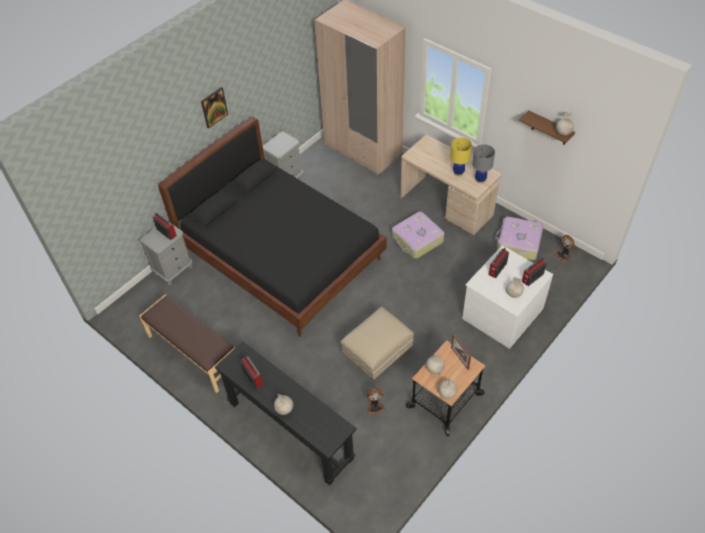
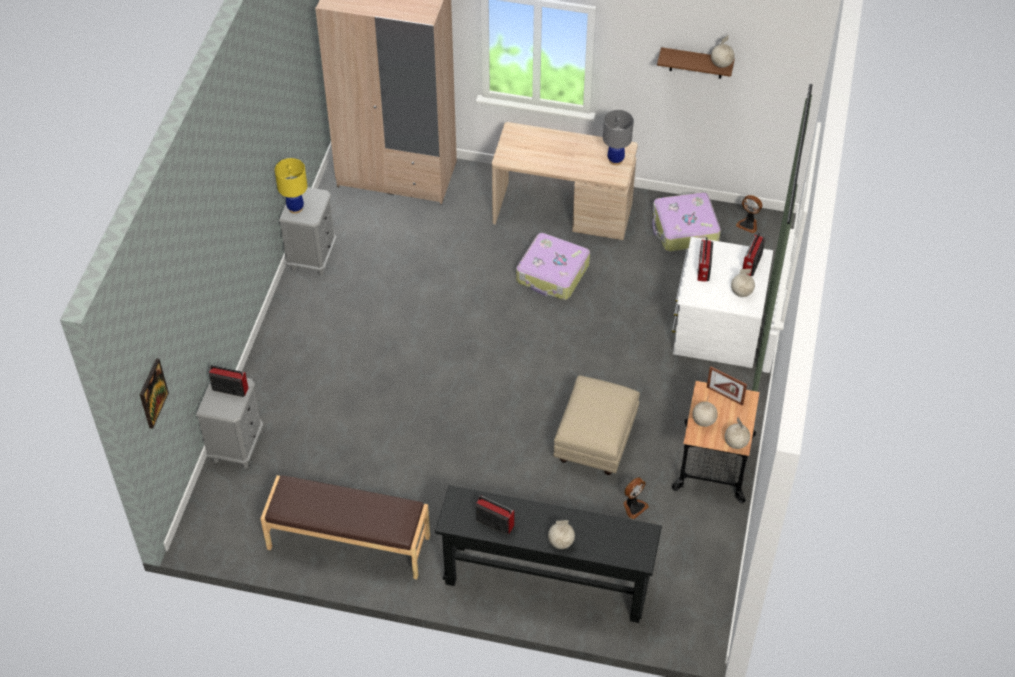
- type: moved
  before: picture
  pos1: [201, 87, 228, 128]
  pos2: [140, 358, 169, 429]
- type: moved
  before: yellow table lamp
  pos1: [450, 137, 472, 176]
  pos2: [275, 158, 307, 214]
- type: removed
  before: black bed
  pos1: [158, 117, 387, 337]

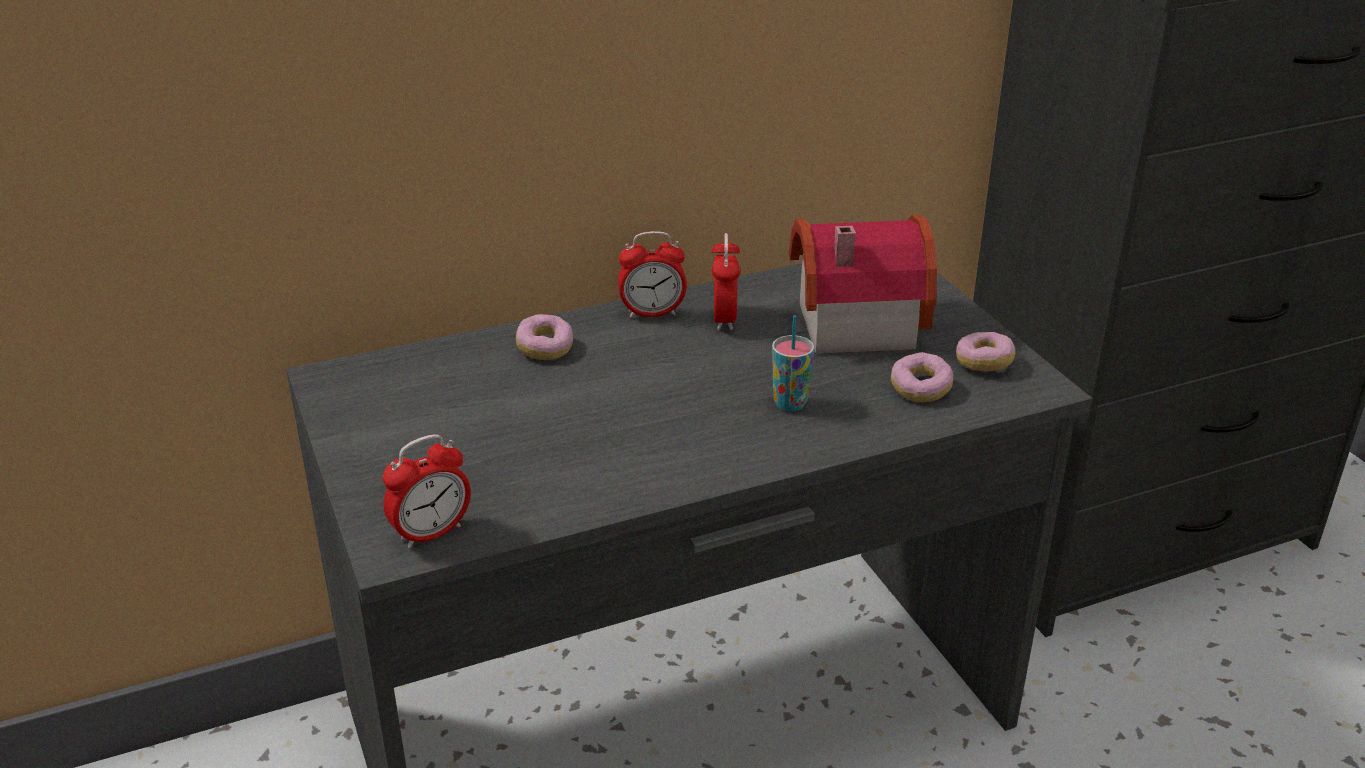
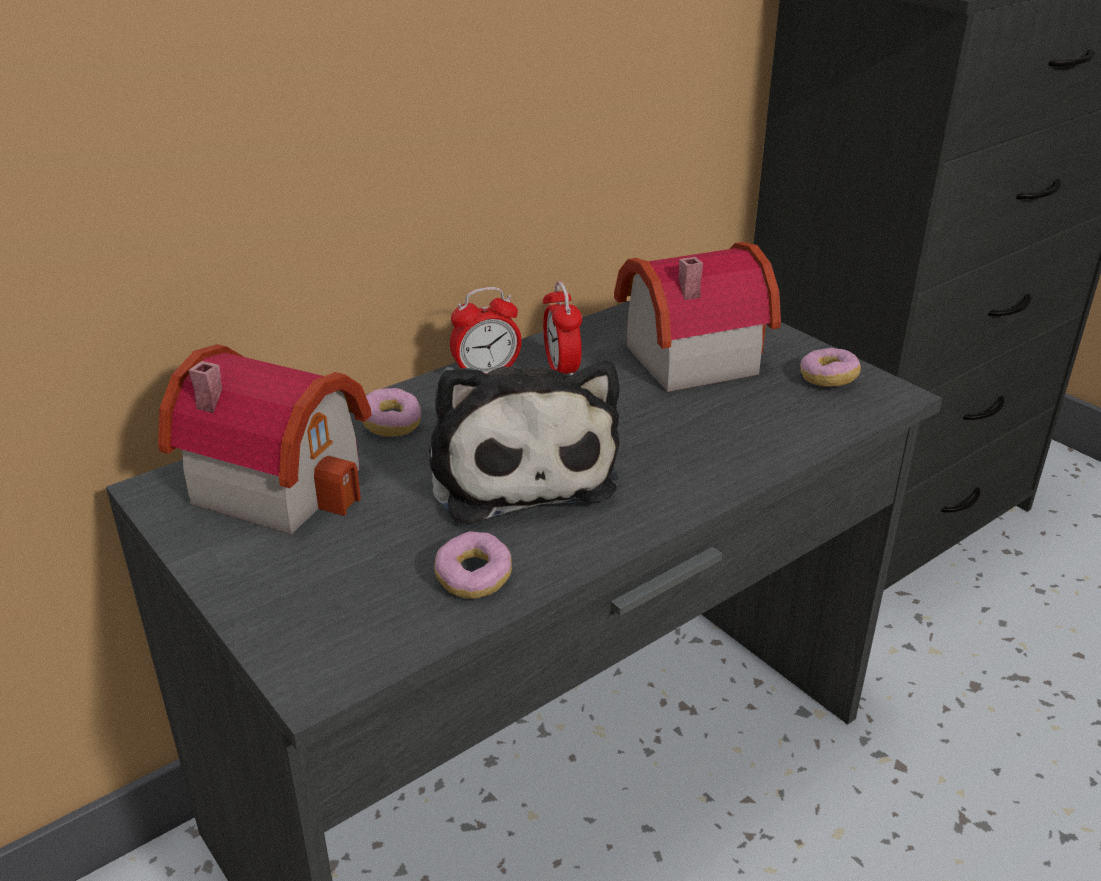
- type: added
  after: toy house
  pos2: [158, 344, 371, 534]
- type: added
  after: plush toy
  pos2: [429, 360, 619, 524]
- type: moved
  before: donut
  pos1: [891, 352, 953, 402]
  pos2: [434, 531, 512, 599]
- type: removed
  before: alarm clock
  pos1: [383, 434, 471, 549]
- type: removed
  before: cup
  pos1: [772, 315, 814, 411]

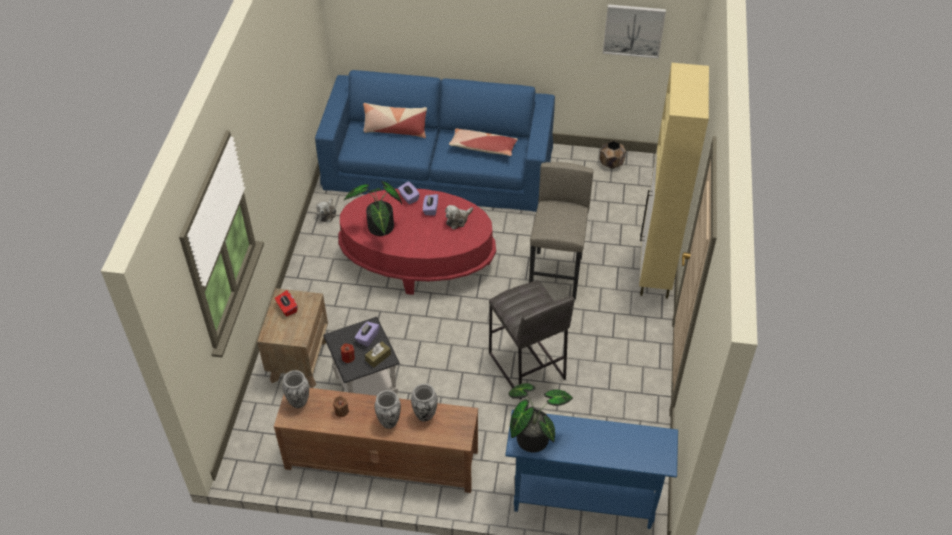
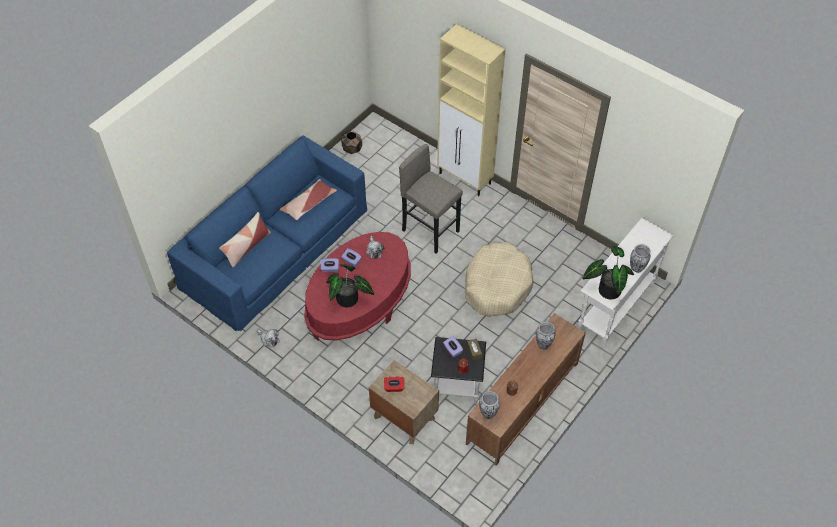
- type: replaced
  before: grey stool
  after: beige dog bed
  pos1: [489, 280, 575, 400]
  pos2: [465, 242, 533, 317]
- type: recoloured
  before: blue console table
  after: white console table
  pos1: [505, 410, 678, 529]
  pos2: [578, 218, 674, 347]
- type: moved
  before: vase
  pos1: [374, 390, 401, 429]
  pos2: [630, 245, 650, 273]
- type: removed
  before: picture
  pos1: [603, 4, 666, 58]

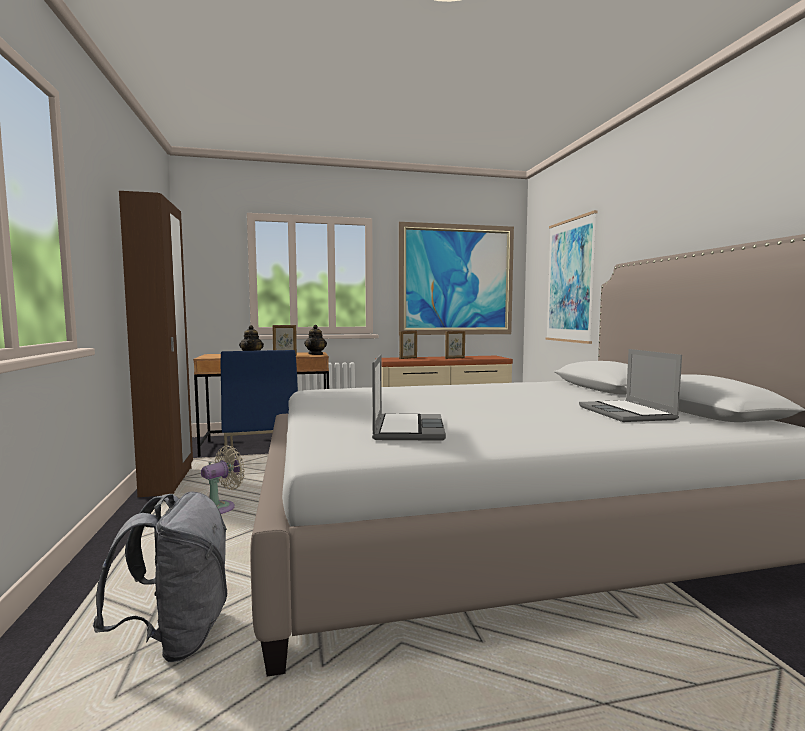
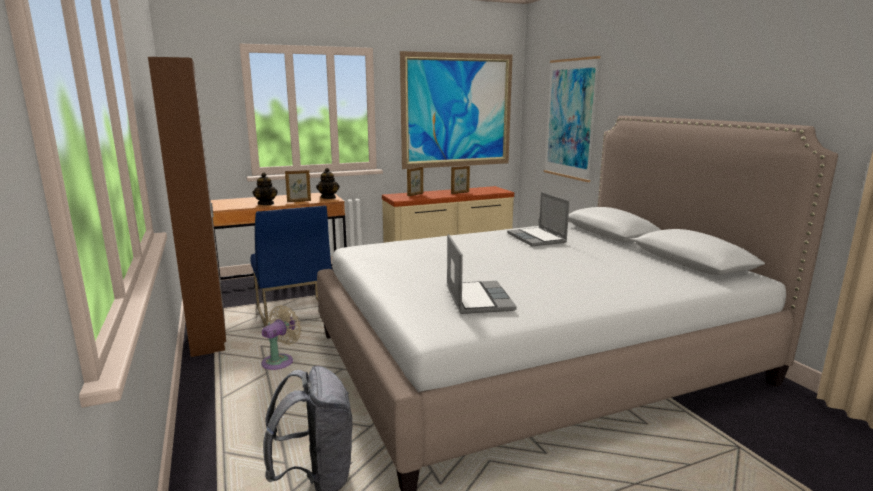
- type: moved
  before: laptop
  pos1: [579, 349, 682, 422]
  pos2: [507, 192, 570, 246]

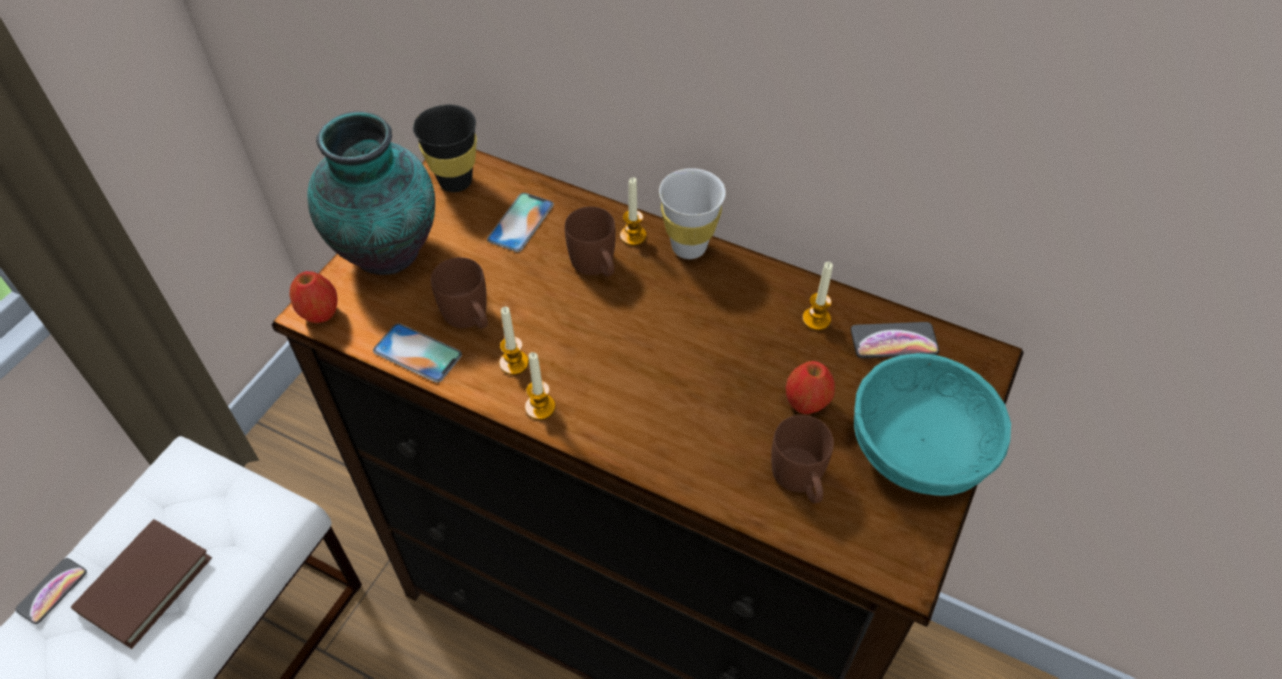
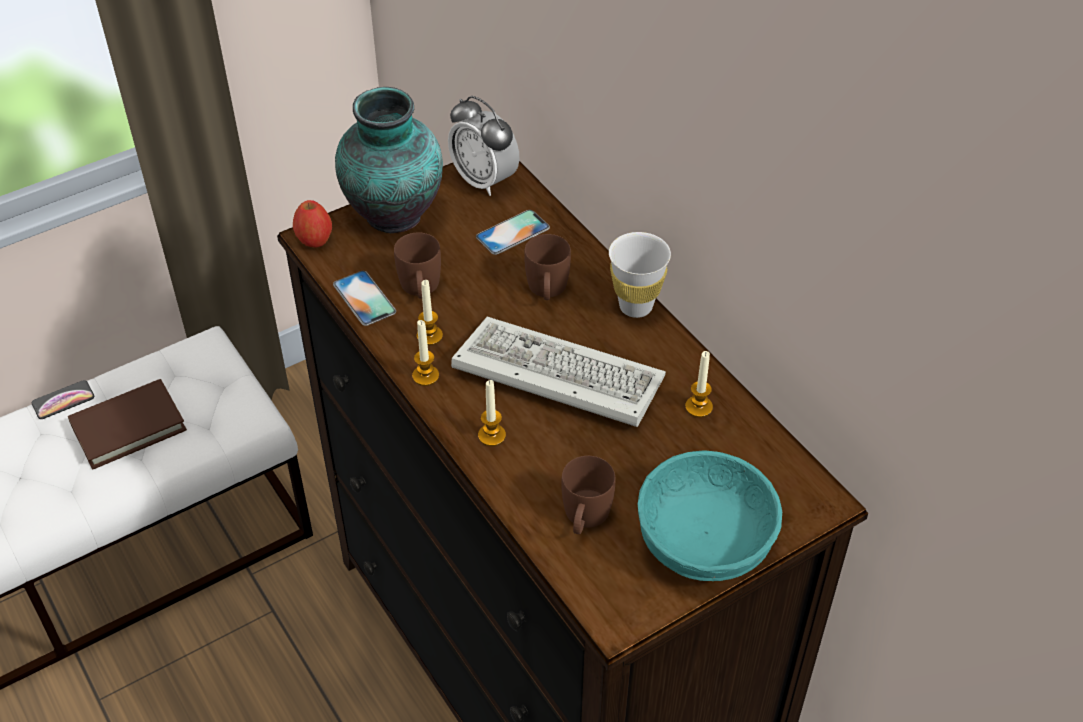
- type: replaced
  before: black cup
  after: alarm clock
  pos1: [413, 105, 477, 192]
  pos2: [448, 96, 520, 196]
- type: added
  after: keyboard
  pos2: [451, 317, 666, 427]
- type: moved
  before: candle
  pos1: [620, 177, 647, 246]
  pos2: [478, 380, 506, 446]
- type: removed
  before: apple
  pos1: [786, 361, 835, 414]
- type: removed
  before: phone
  pos1: [851, 322, 939, 358]

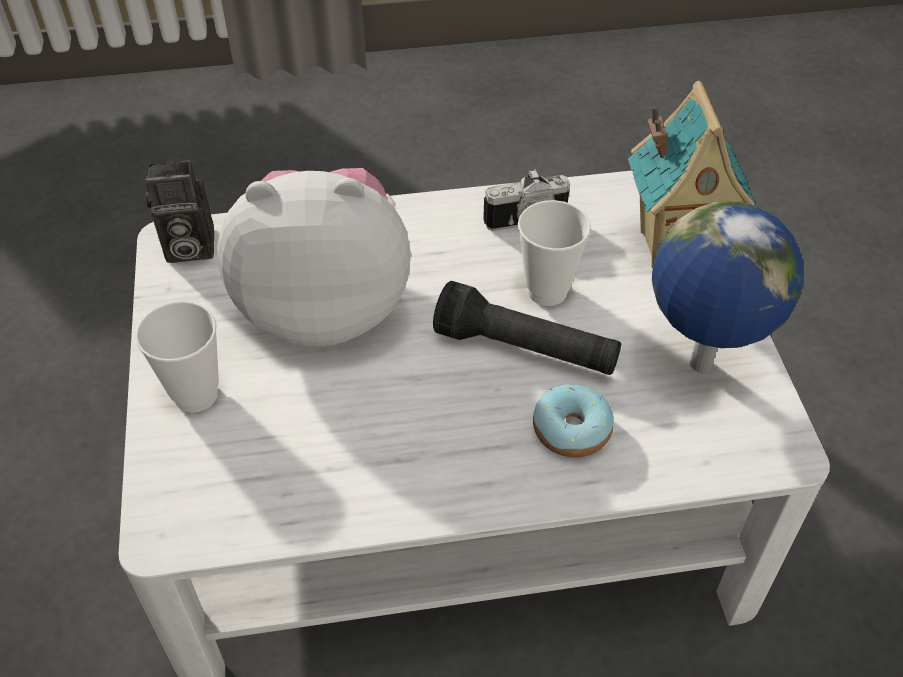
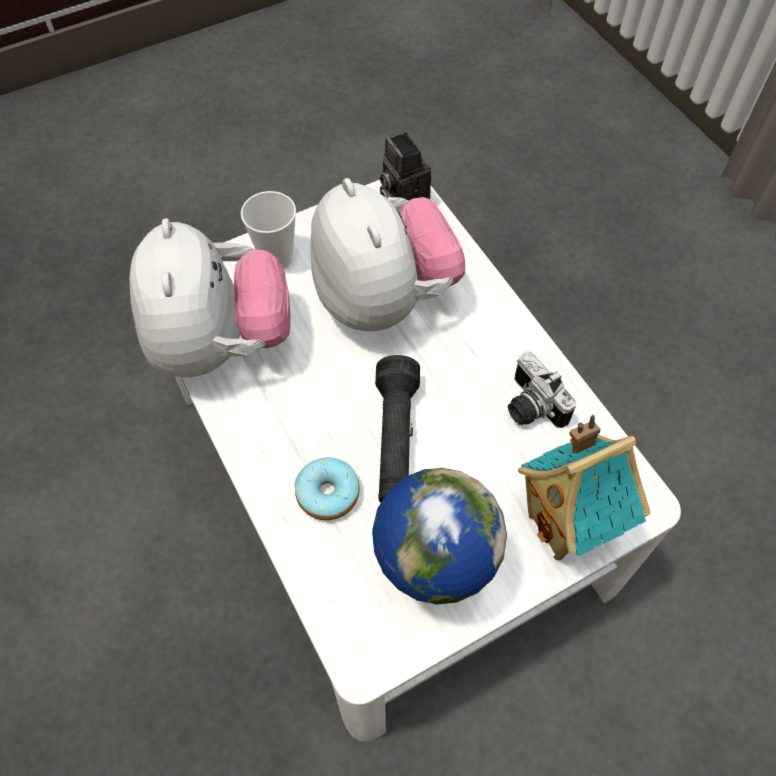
- type: added
  after: plush toy
  pos2: [129, 218, 291, 377]
- type: removed
  before: cup
  pos1: [518, 200, 591, 306]

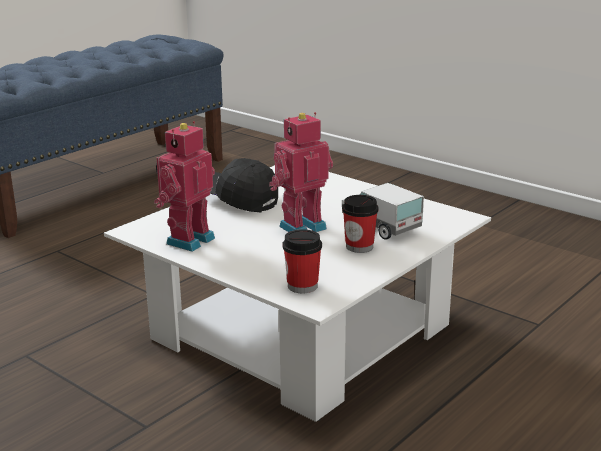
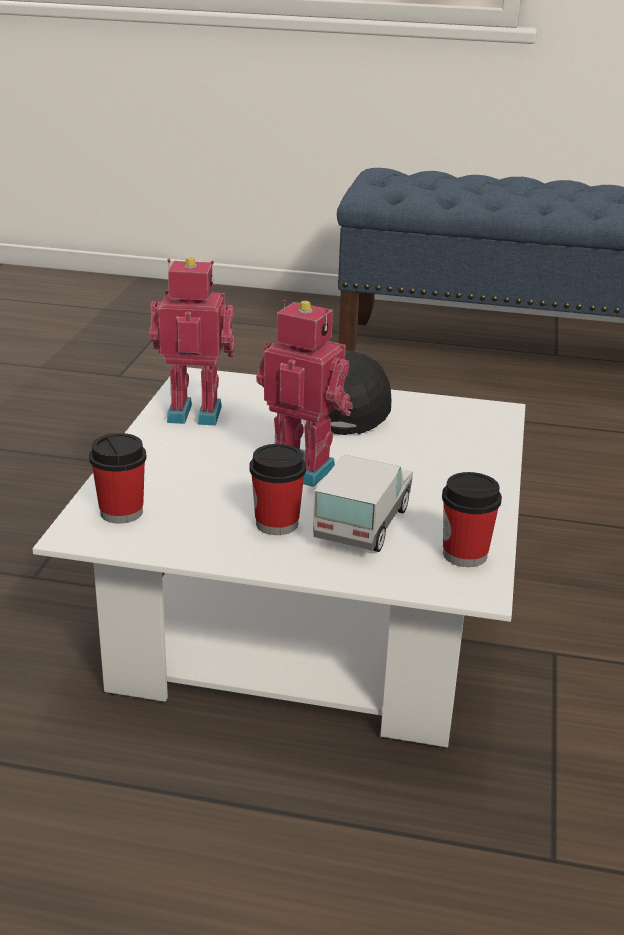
- type: added
  after: cup
  pos2: [442, 472, 502, 567]

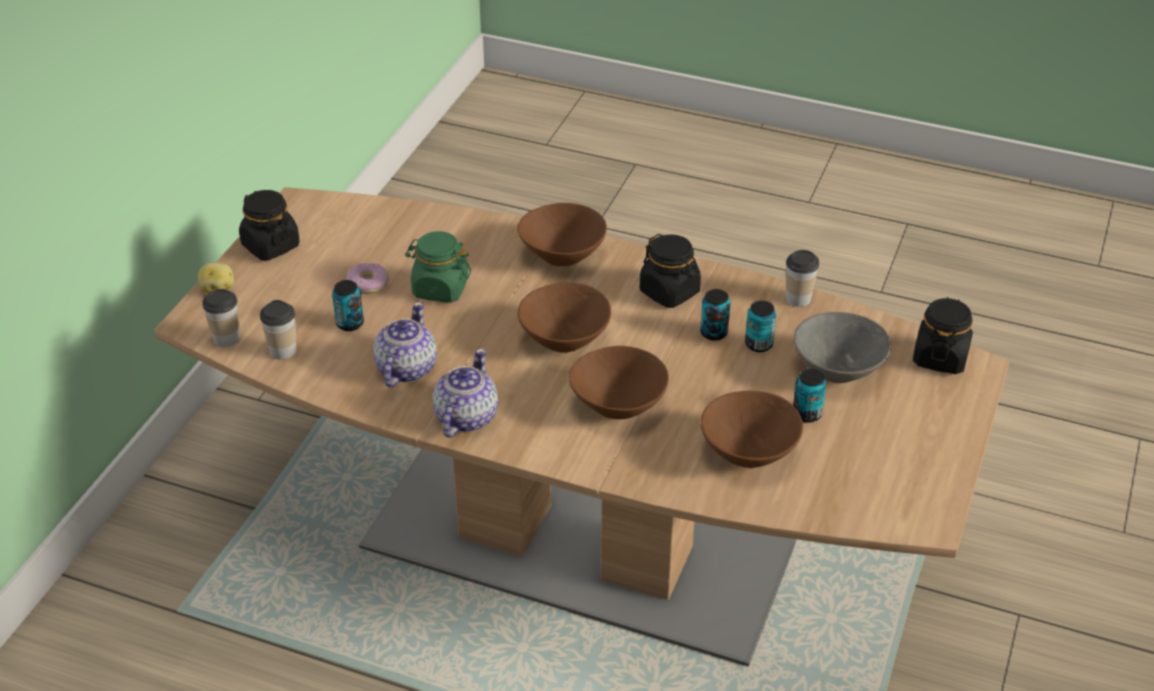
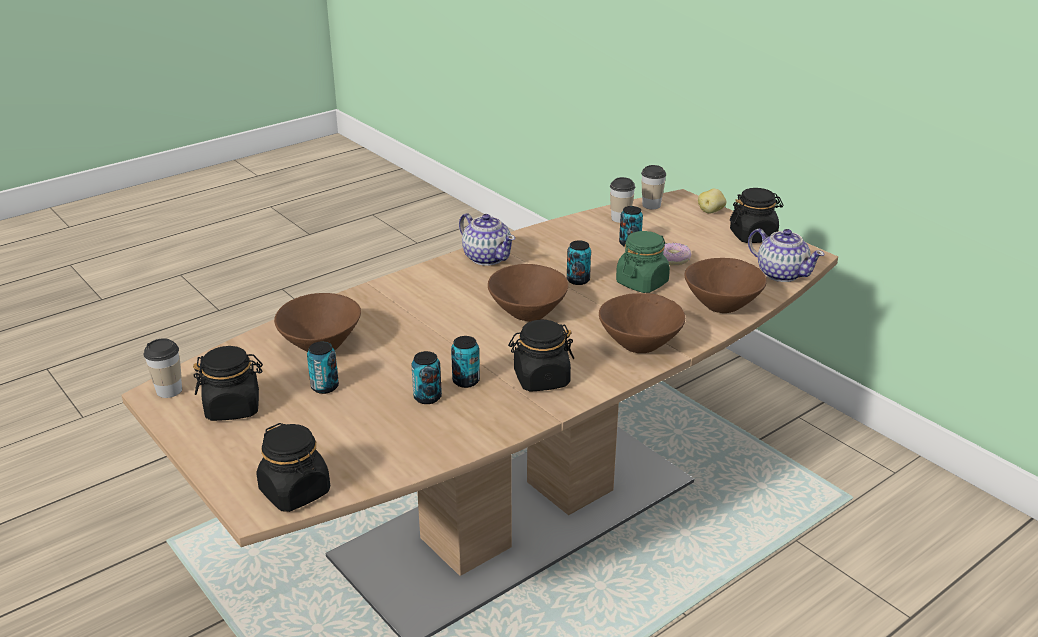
- type: moved
  before: cup
  pos1: [786, 250, 819, 307]
  pos2: [143, 338, 182, 398]
- type: added
  after: black jar
  pos2: [193, 346, 263, 421]
- type: added
  after: can
  pos2: [567, 240, 591, 285]
- type: moved
  before: brown bowl
  pos1: [569, 346, 669, 419]
  pos2: [685, 258, 767, 313]
- type: moved
  before: teapot
  pos1: [373, 302, 437, 388]
  pos2: [748, 229, 825, 282]
- type: removed
  before: grey bowl
  pos1: [794, 312, 891, 383]

